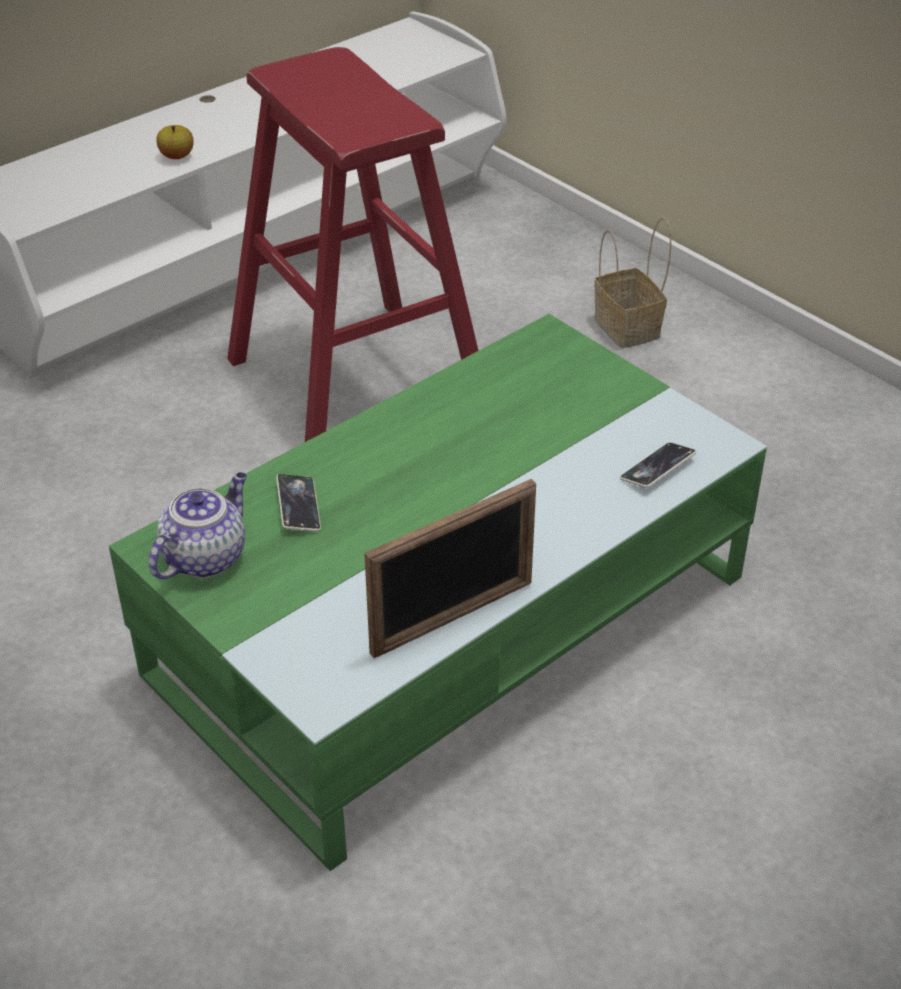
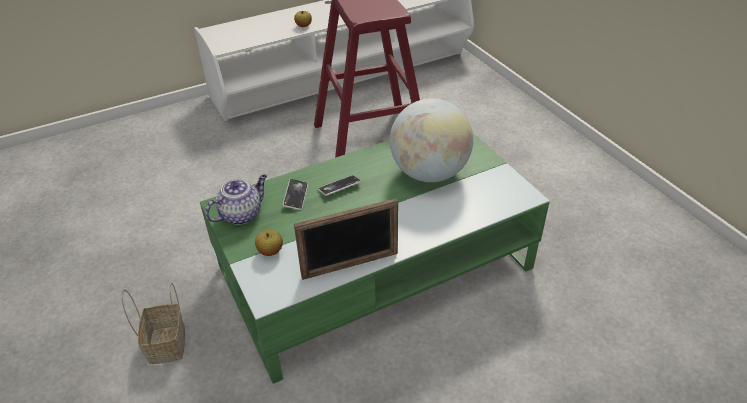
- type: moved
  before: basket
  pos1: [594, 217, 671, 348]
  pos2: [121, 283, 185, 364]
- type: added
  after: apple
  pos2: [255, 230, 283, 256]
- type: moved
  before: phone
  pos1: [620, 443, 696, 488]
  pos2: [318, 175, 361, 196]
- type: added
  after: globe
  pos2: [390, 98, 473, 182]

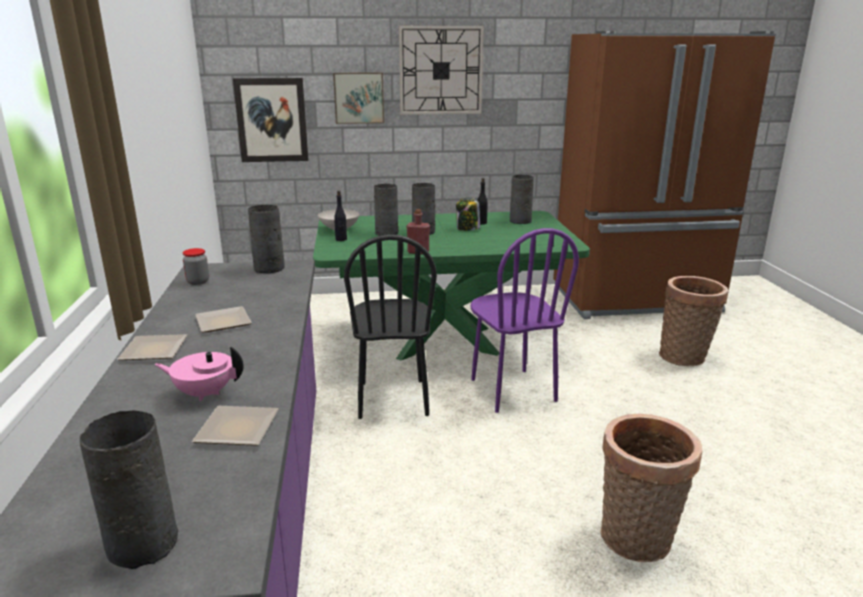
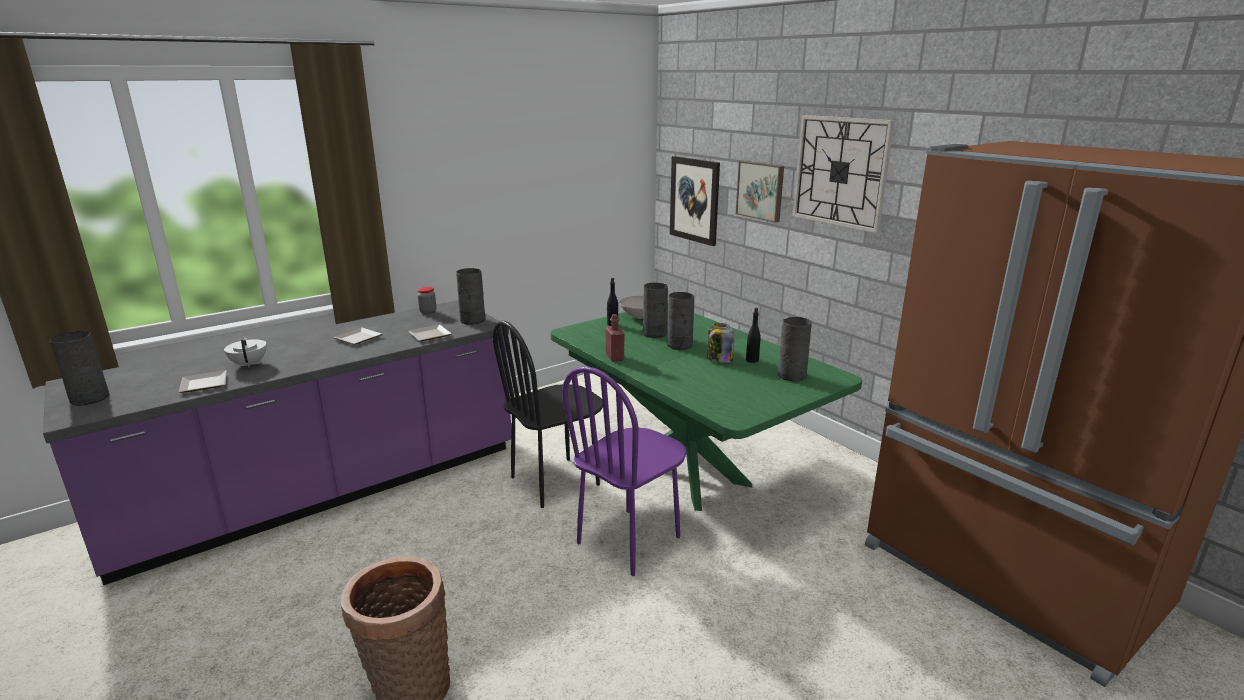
- type: recoloured
  before: pink teapot
  after: white teapot
  pos1: [155, 347, 244, 401]
  pos2: [224, 337, 267, 368]
- type: moved
  before: plate
  pos1: [117, 334, 187, 360]
  pos2: [408, 324, 452, 341]
- type: removed
  before: basket
  pos1: [659, 276, 729, 366]

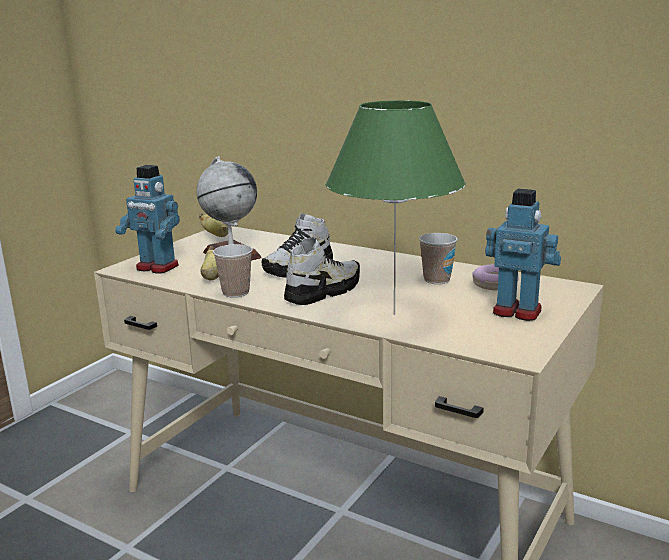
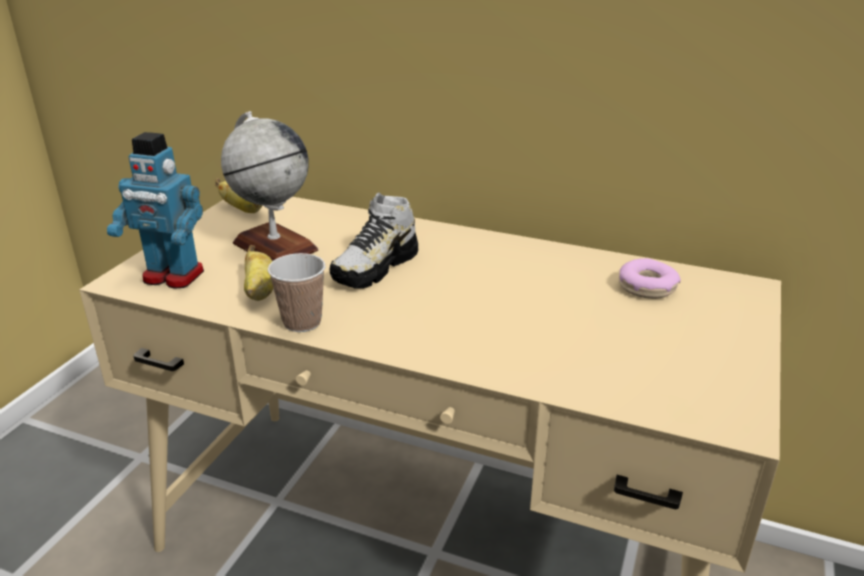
- type: removed
  before: shoe
  pos1: [284, 237, 360, 305]
- type: removed
  before: green table lamp
  pos1: [326, 100, 466, 315]
- type: removed
  before: cup
  pos1: [419, 233, 458, 284]
- type: removed
  before: toy robot
  pos1: [485, 189, 561, 321]

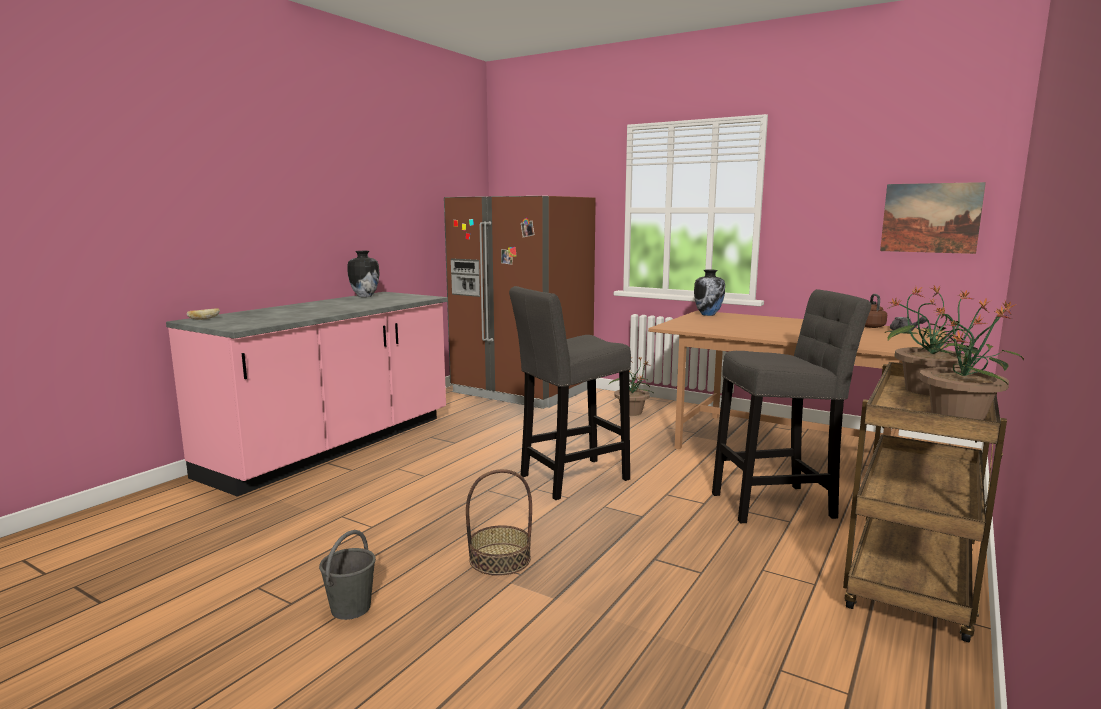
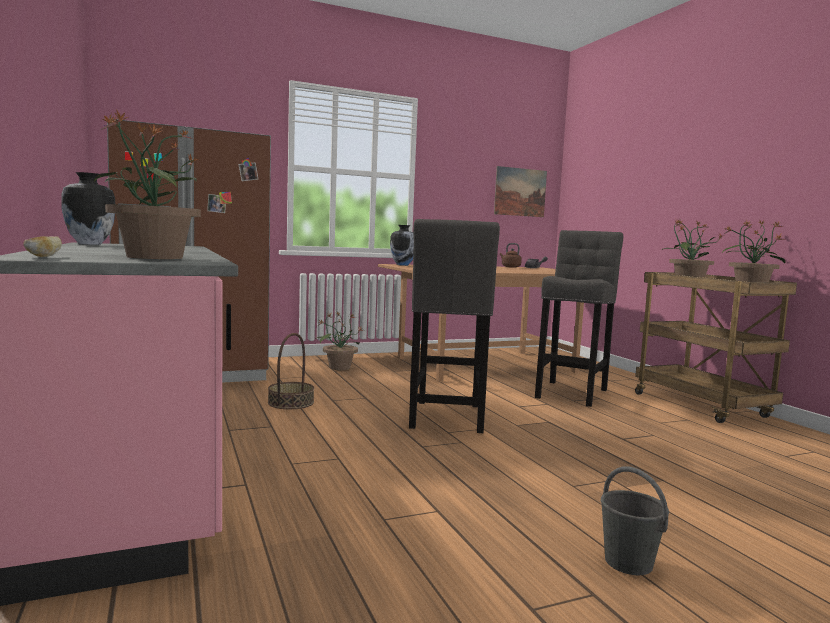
- type: added
  after: potted plant
  pos2: [94, 109, 201, 259]
- type: moved
  before: basket
  pos1: [466, 469, 532, 576]
  pos2: [268, 333, 314, 409]

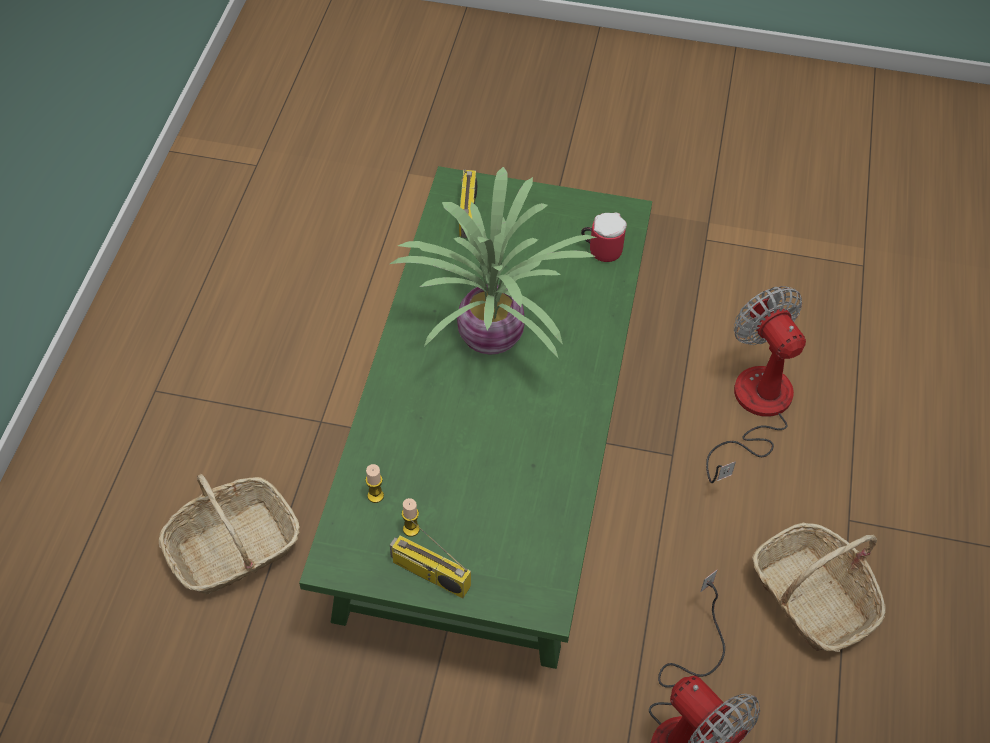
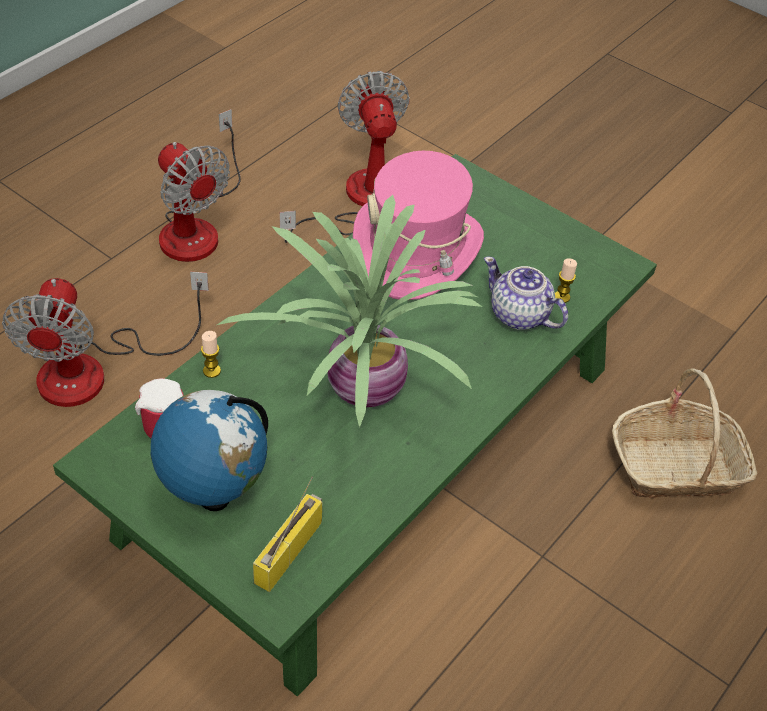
- type: added
  after: globe
  pos2: [151, 390, 268, 511]
- type: replaced
  before: basket
  after: fan
  pos1: [752, 522, 886, 652]
  pos2: [158, 109, 241, 262]
- type: moved
  before: candle
  pos1: [402, 498, 420, 537]
  pos2: [201, 331, 221, 378]
- type: added
  after: pink hat
  pos2: [353, 151, 484, 300]
- type: added
  after: teapot
  pos2: [484, 257, 568, 330]
- type: removed
  before: radio
  pos1: [390, 517, 471, 598]

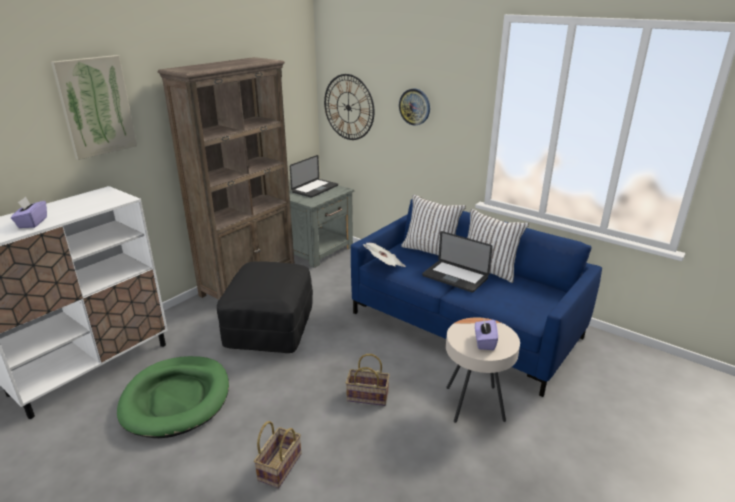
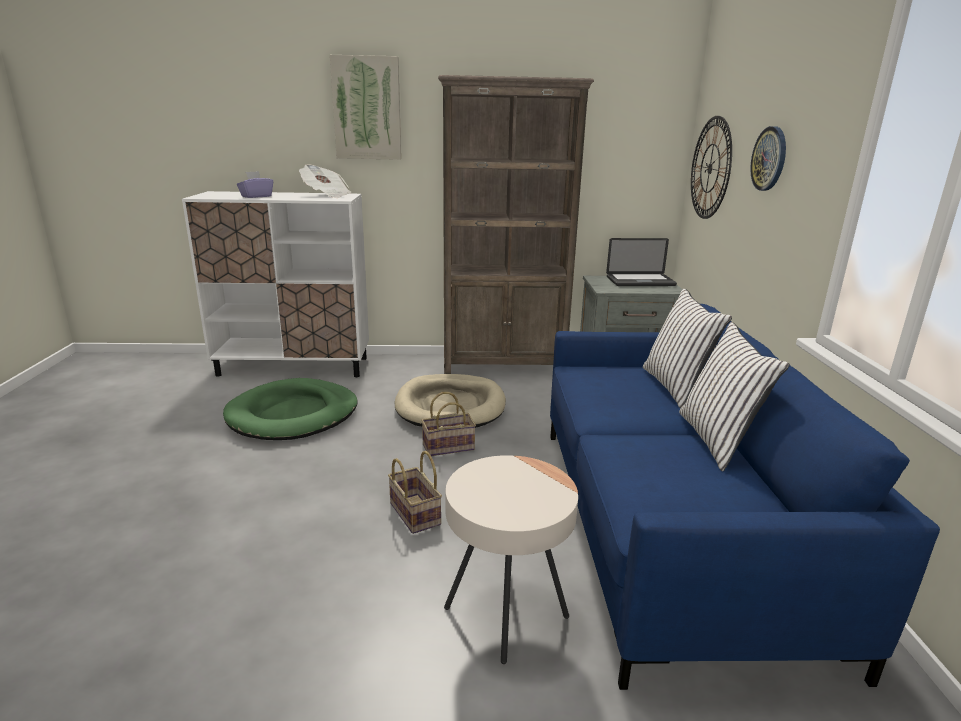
- type: moved
  before: newspaper
  pos1: [363, 243, 406, 267]
  pos2: [299, 164, 351, 198]
- type: replaced
  before: black ottoman
  after: beige dog bed
  pos1: [217, 261, 313, 353]
  pos2: [395, 374, 506, 428]
- type: moved
  before: basket
  pos1: [254, 421, 301, 488]
  pos2: [421, 392, 476, 456]
- type: removed
  before: laptop
  pos1: [422, 231, 493, 293]
- type: removed
  before: purple tissue box
  pos1: [475, 320, 498, 350]

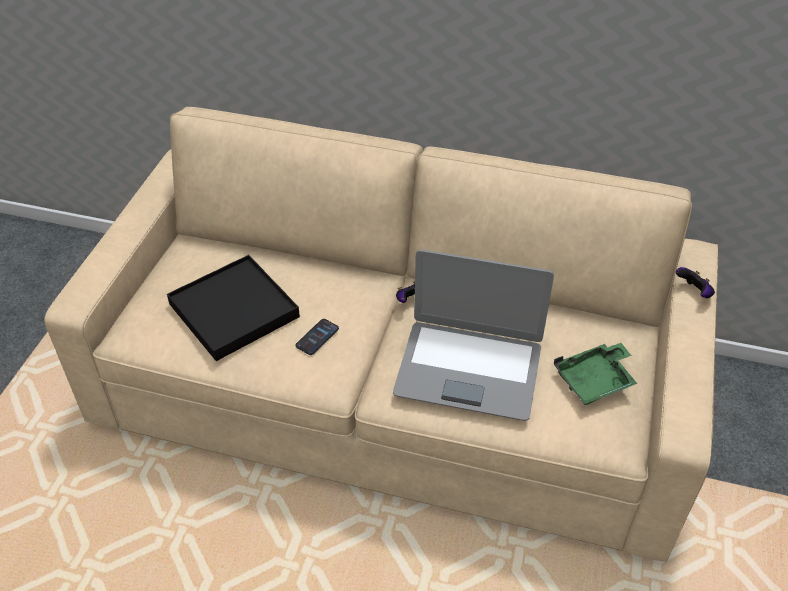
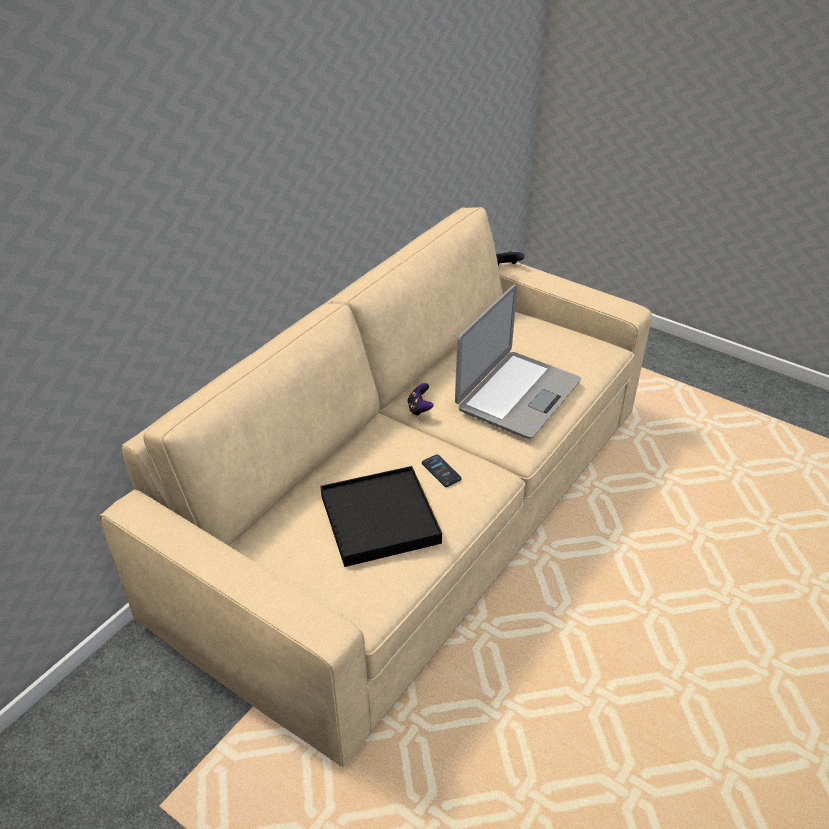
- type: removed
  before: green tray
  pos1: [554, 343, 638, 405]

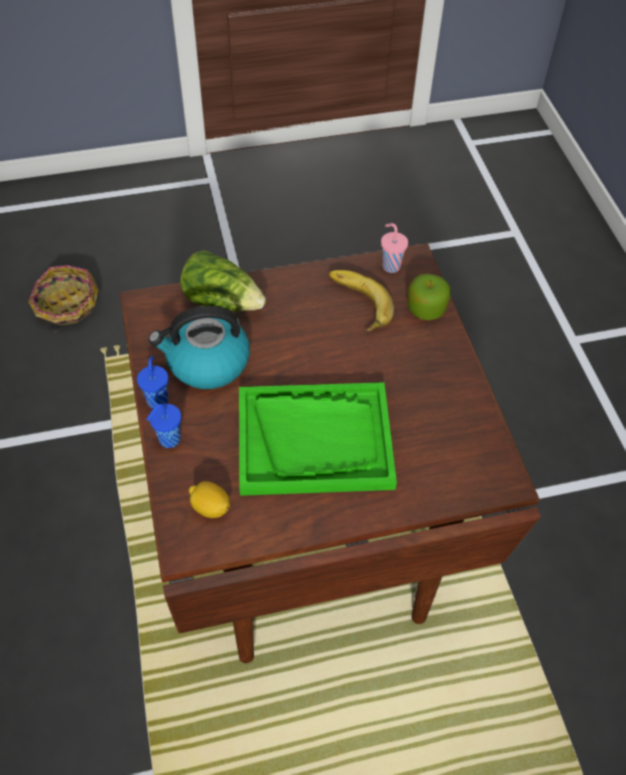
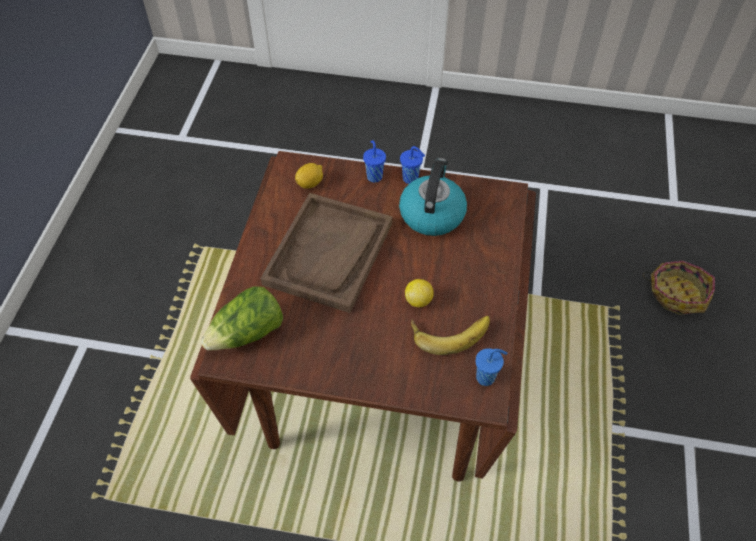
- type: moved
  before: lettuce
  pos1: [180, 250, 266, 311]
  pos2: [201, 286, 283, 350]
- type: recoloured
  before: green tray
  after: brown tray
  pos1: [239, 382, 397, 496]
  pos2: [260, 193, 392, 313]
- type: added
  after: lemon
  pos2: [405, 279, 434, 307]
- type: recoloured
  before: pink cup
  after: blue cup
  pos1: [381, 223, 408, 273]
  pos2: [476, 348, 508, 386]
- type: removed
  before: apple
  pos1: [408, 274, 451, 320]

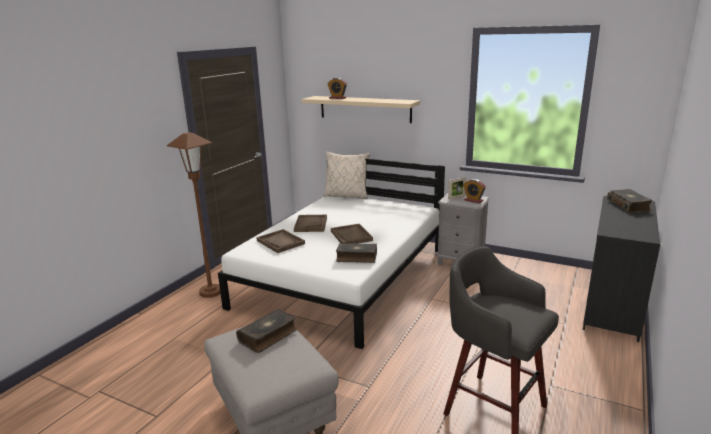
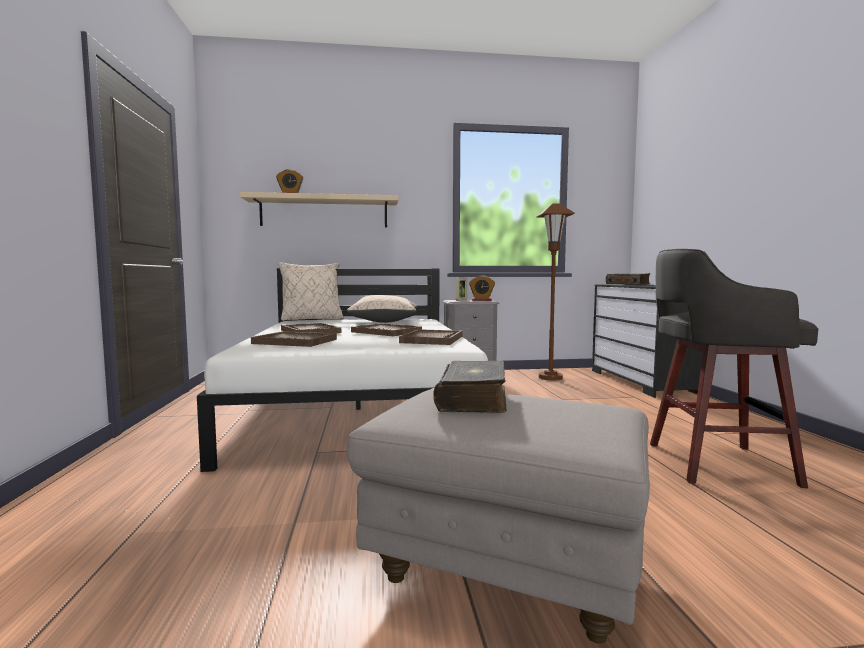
- type: added
  after: beige pillow
  pos2: [347, 295, 417, 323]
- type: replaced
  before: book
  after: brown tray
  pos1: [336, 243, 377, 263]
  pos2: [399, 329, 462, 345]
- type: moved
  before: brown floor lamp
  pos1: [167, 132, 221, 298]
  pos2: [536, 204, 575, 380]

